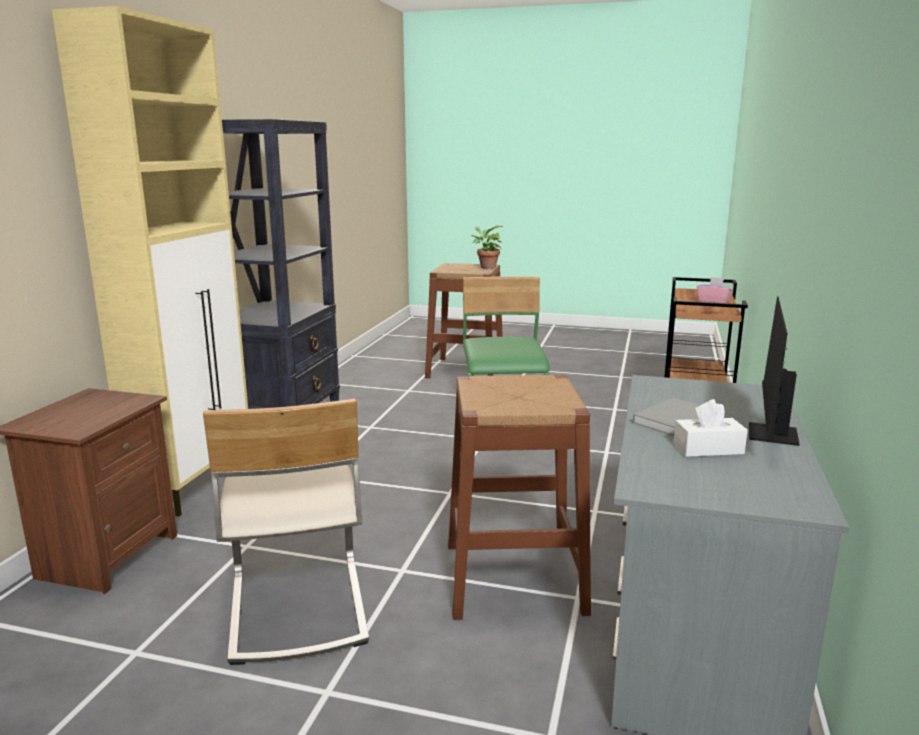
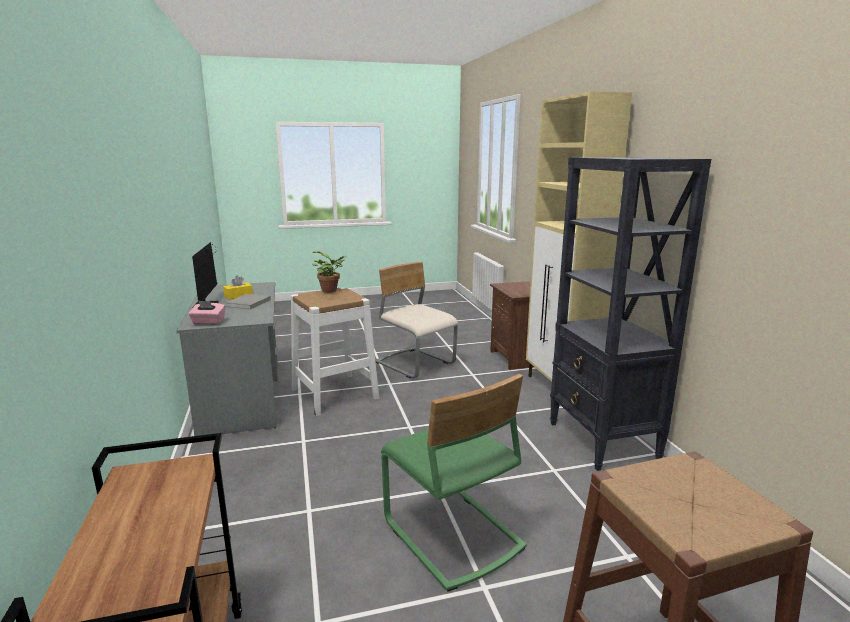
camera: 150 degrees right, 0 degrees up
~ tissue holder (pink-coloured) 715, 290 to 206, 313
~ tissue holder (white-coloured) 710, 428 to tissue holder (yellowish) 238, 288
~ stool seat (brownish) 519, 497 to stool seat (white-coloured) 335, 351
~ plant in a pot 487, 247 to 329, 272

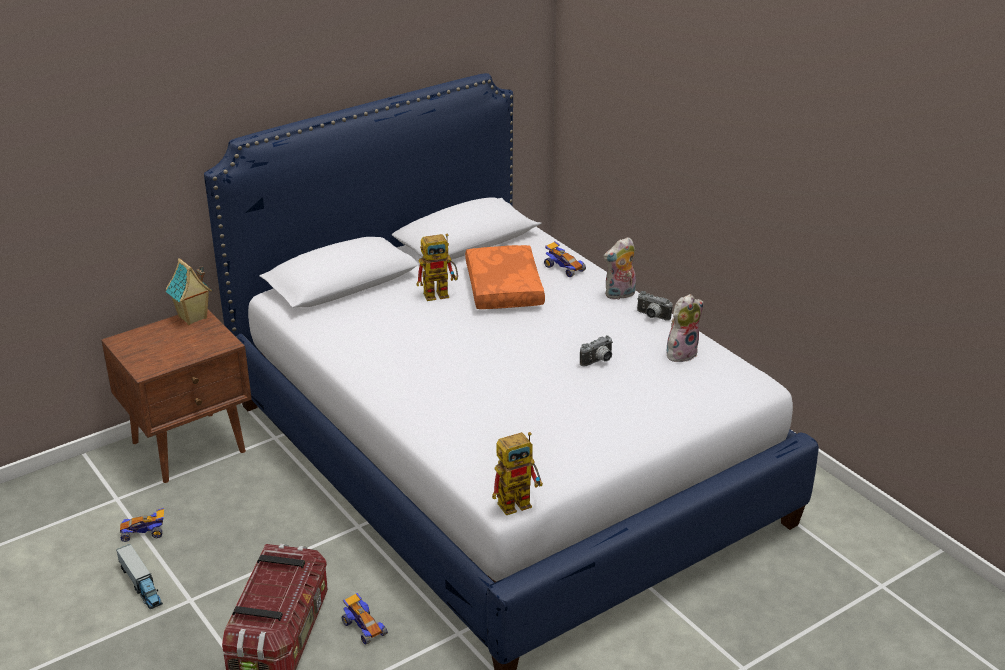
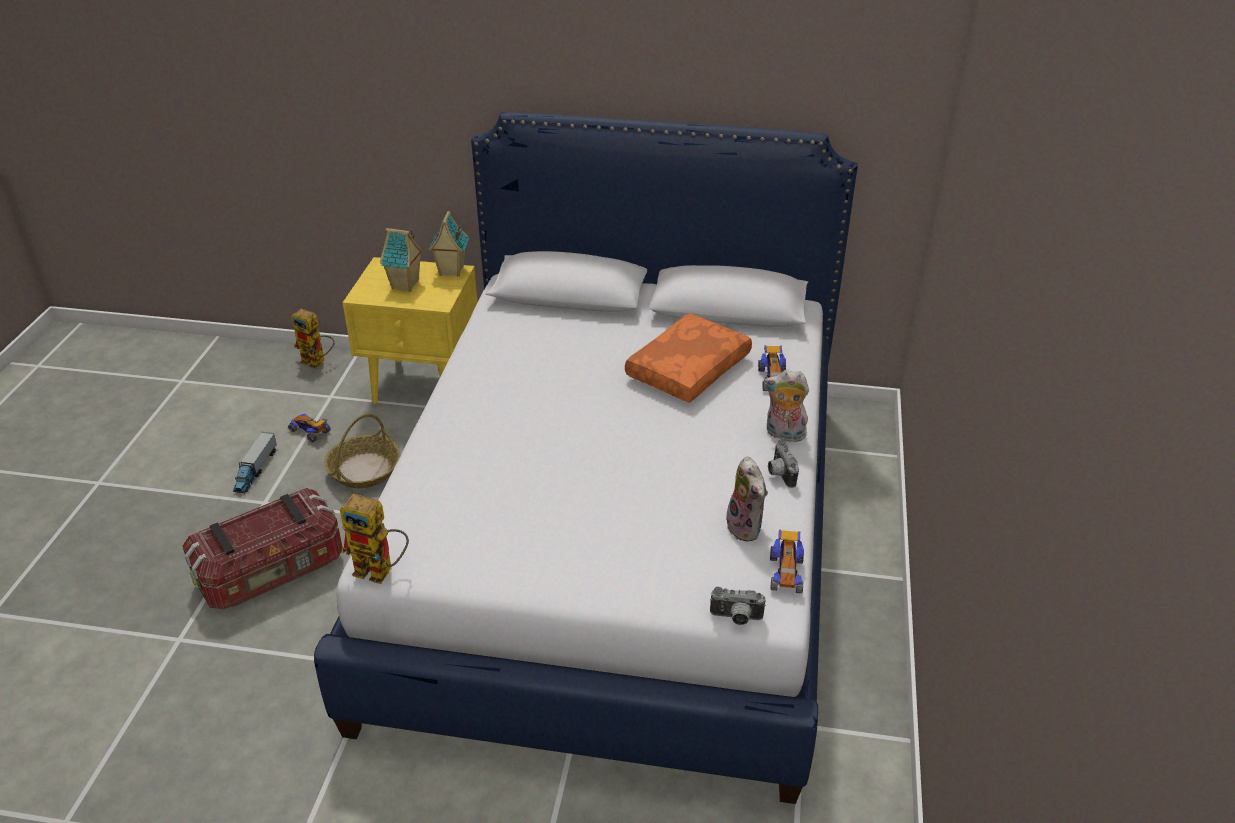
camera: 45 degrees right, 5 degrees up
~ model robot 437, 267 to 313, 339
+ household basket 362, 451
~ night table (brownish) 176, 396 to night table (yellowish) 410, 330
+ miniature house 401, 260
~ still camera 596, 351 to 738, 606
~ cuddly toy 685, 328 = 747, 499 60 degrees clockwise
~ toy car 365, 619 to 787, 561

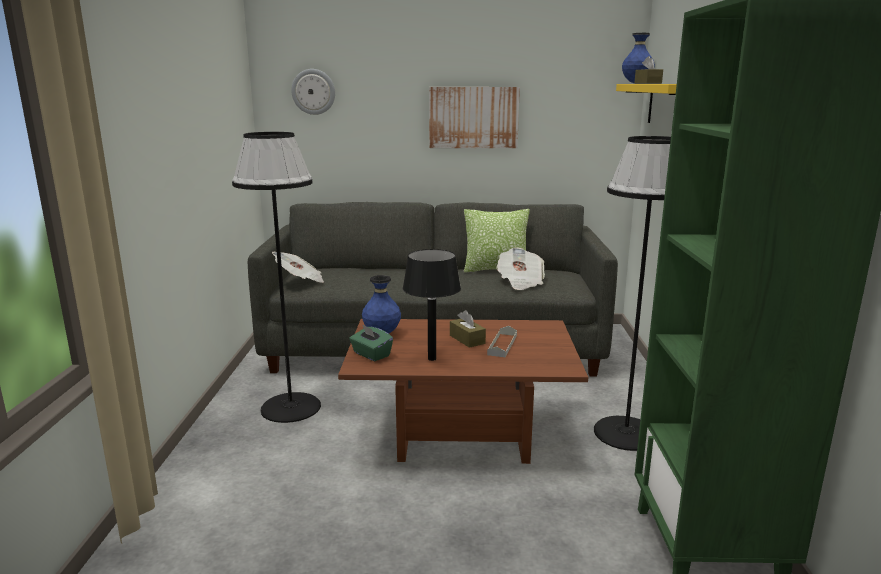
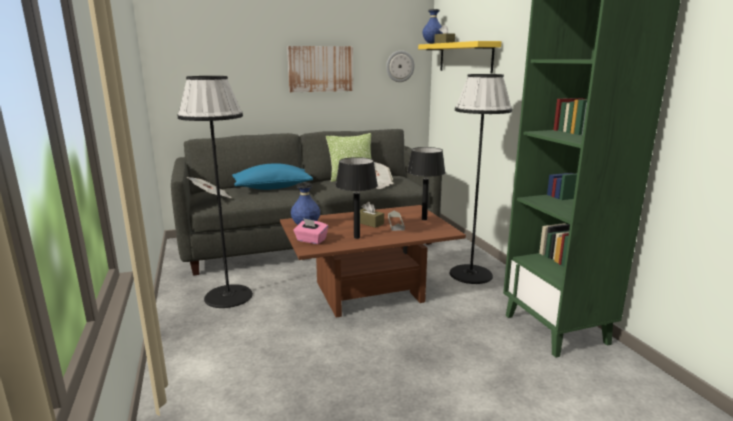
camera: 20 degrees left, 0 degrees up
+ cushion (blue) 272, 176
~ tissue holder (green) 371, 342 to tissue holder (pink-coloured) 311, 231
~ hanging clock 313, 92 to 400, 66
+ tabletop lamp (black-coloured) 426, 183

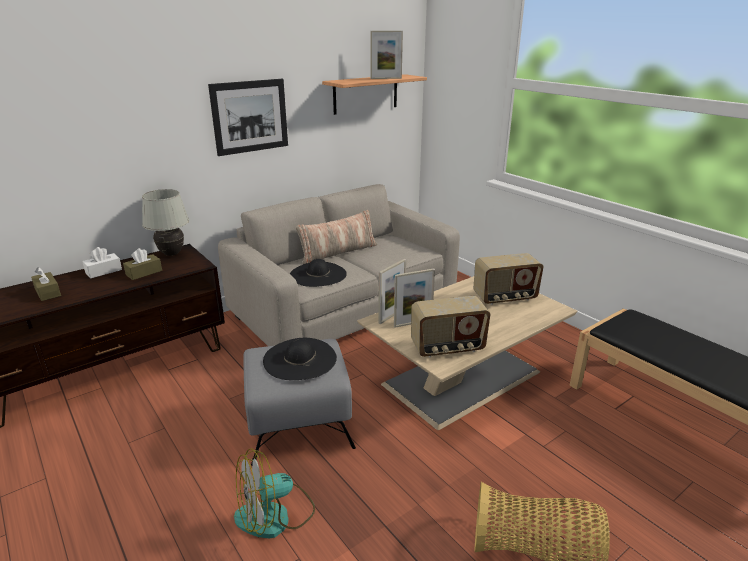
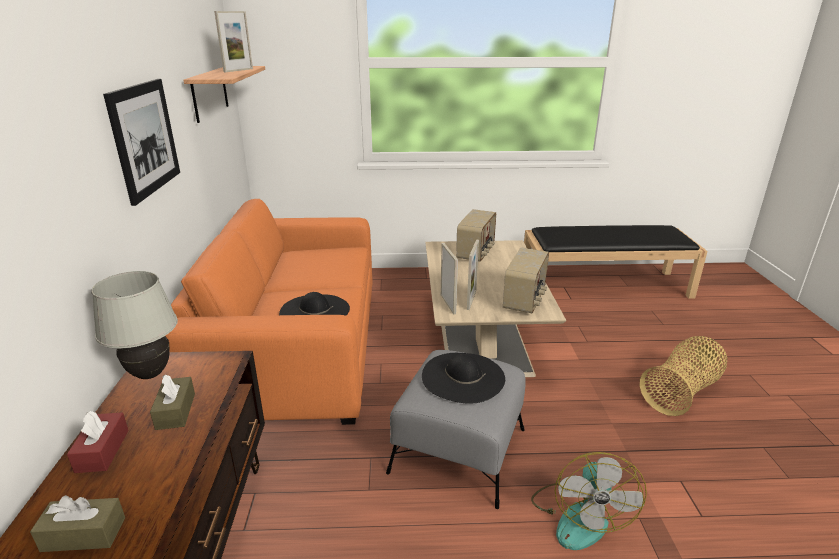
camera: 55 degrees left, 0 degrees up
~ tissue holder (white-coloured) 102, 263 to tissue holder (reddish) 98, 442
~ couch (beige) 339, 265 to couch (orange) 269, 312
- cushion 336, 237

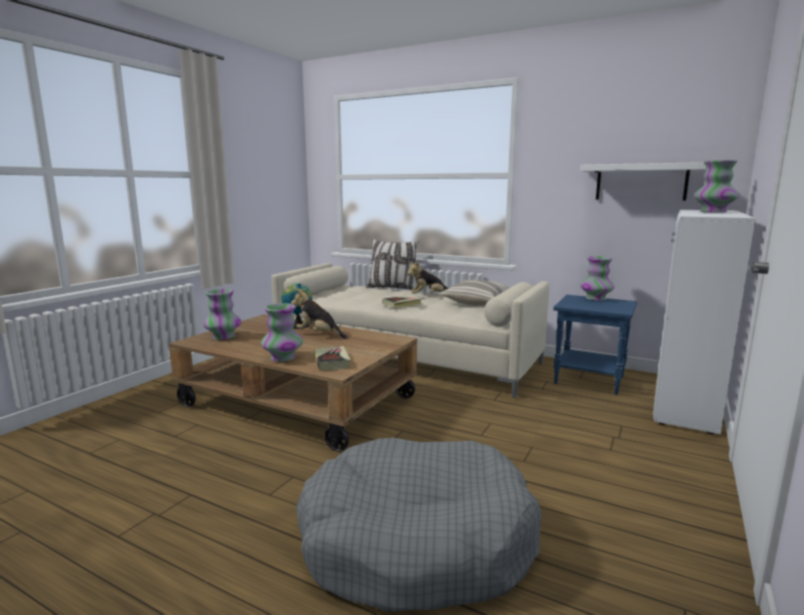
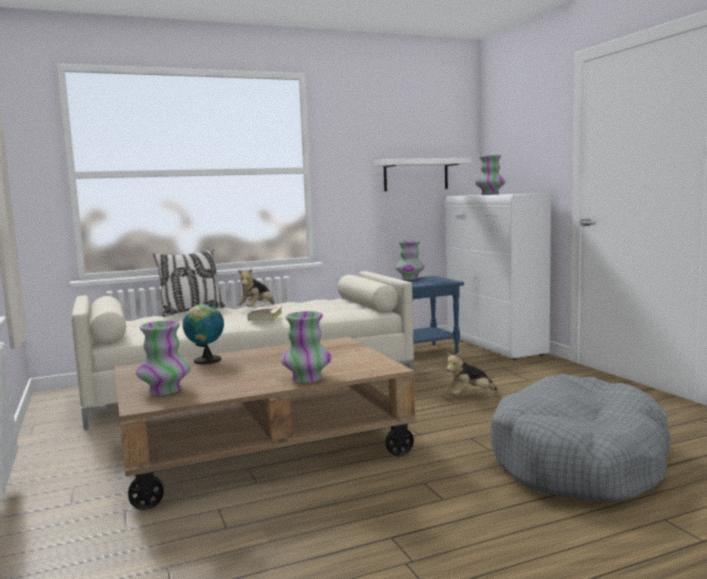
camera: 50 degrees left, 5 degrees down
~ cuddly toy 319, 314 to 471, 374
- volume 332, 358
- cushion 474, 292

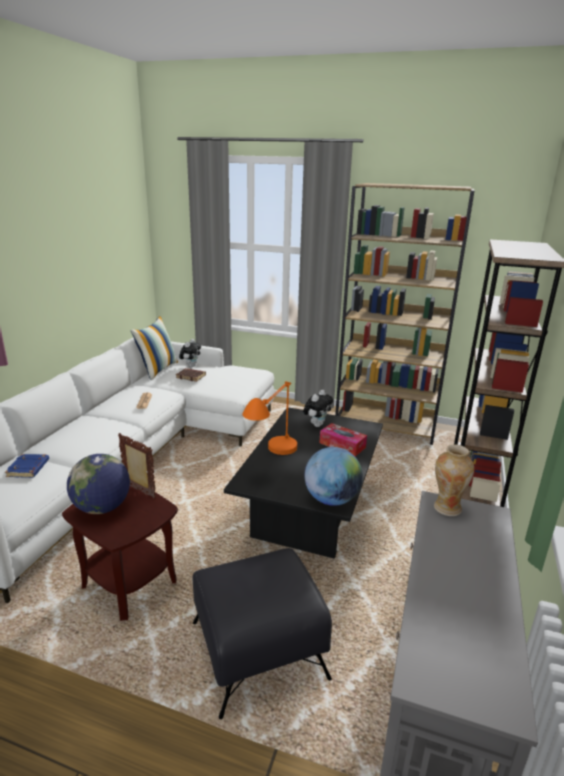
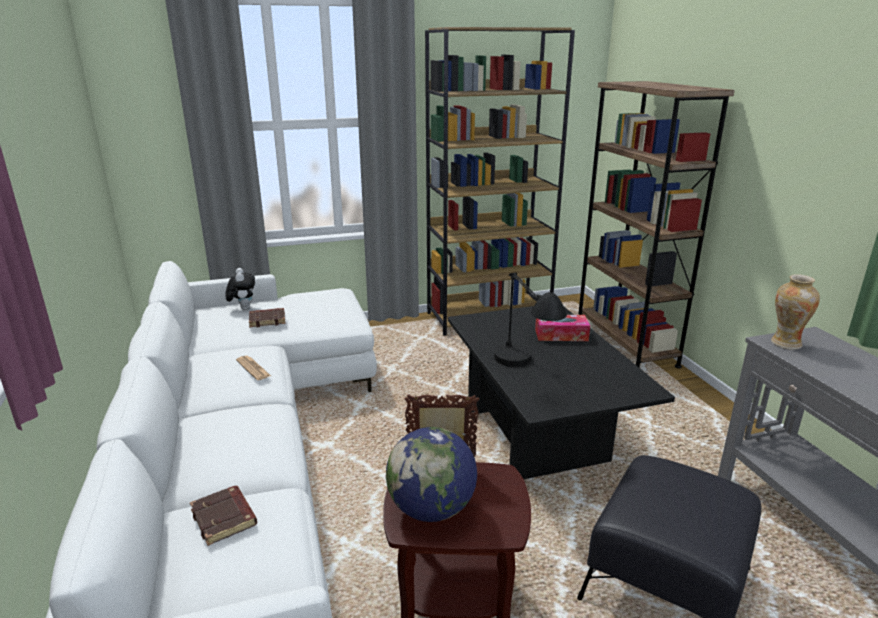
camera: 35 degrees left, 0 degrees up
~ volume (blue) 27, 466 to volume (brownish) 223, 516
~ tabletop lamp (orange) 270, 418 to tabletop lamp (black-coloured) 530, 319
- cushion 154, 348
- cuddly toy 318, 408
- desk globe 334, 476

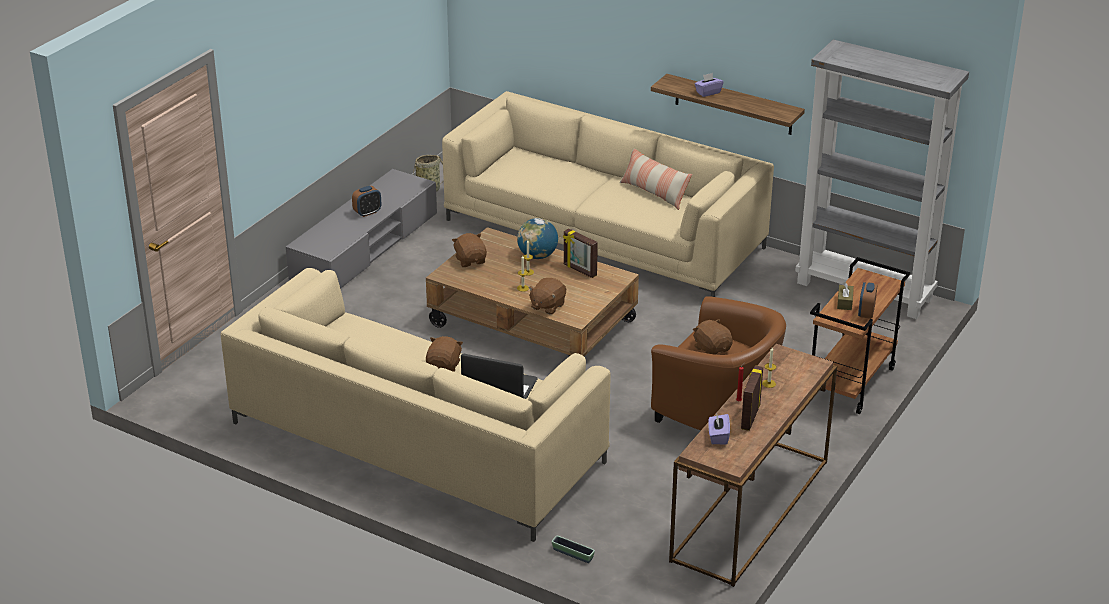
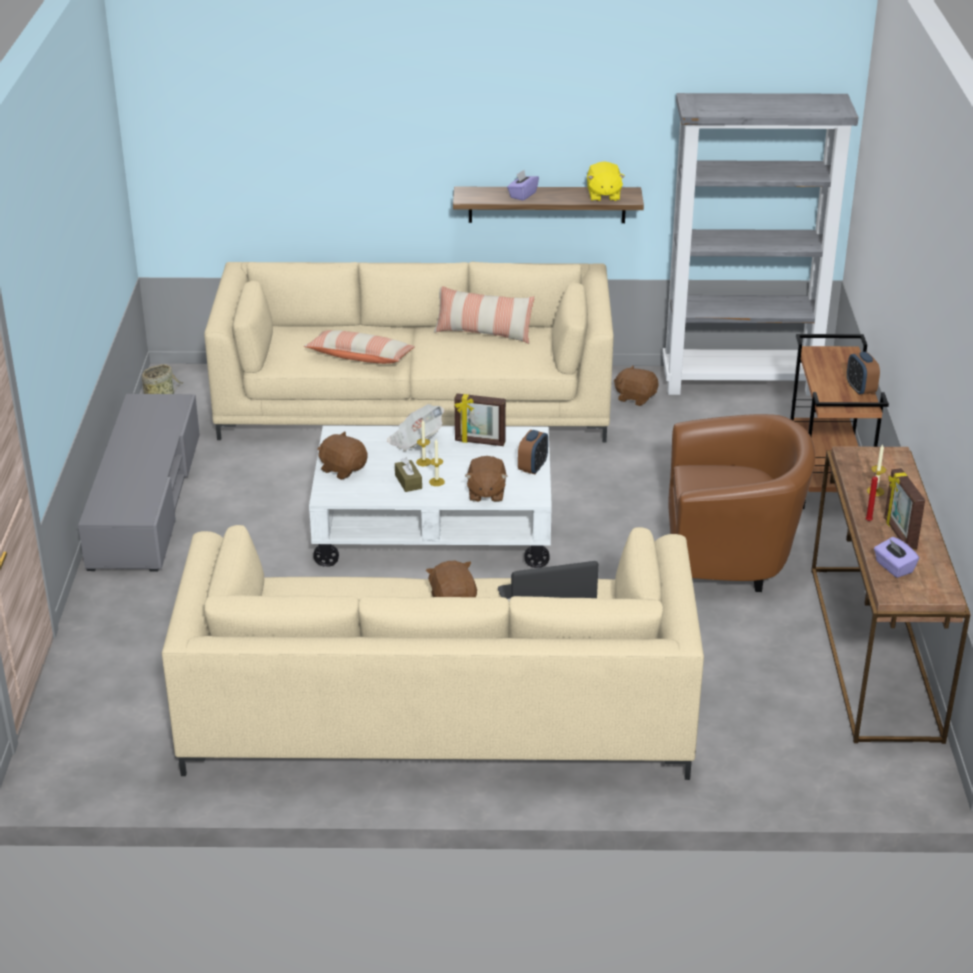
camera: 30 degrees left, 0 degrees up
+ cushion 359, 347
~ low table (brownish) 532, 291 to low table (white-coloured) 430, 497
~ desk globe 537, 238 to printed paper 416, 427
~ tissue holder (brownish) 845, 296 to 408, 475
~ bedside clock 366, 201 to 533, 452
+ cuddly toy (yellowish) 606, 181
~ cuddly toy (brownish) 713, 337 to 636, 385
- flower pot 573, 549

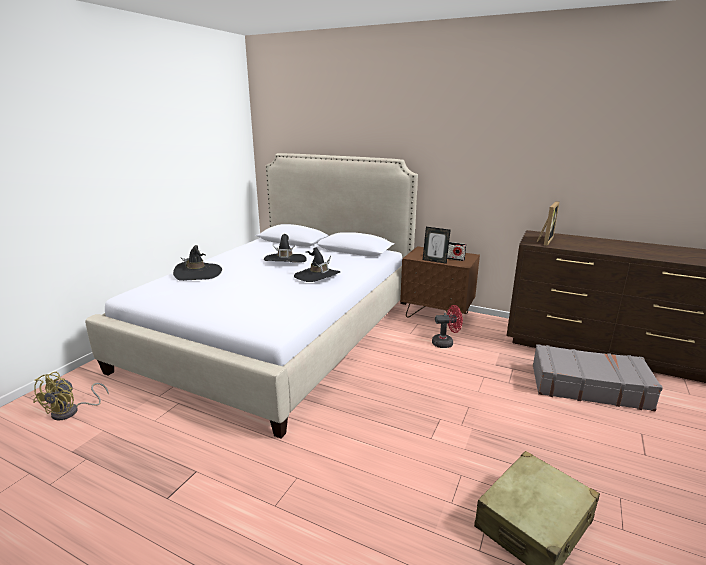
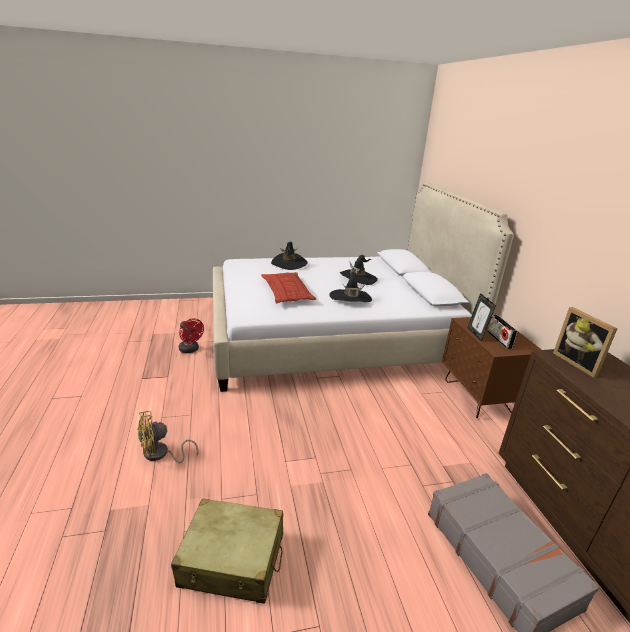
camera: 50 degrees right, 5 degrees up
~ cooling fan (yellowish) 71, 396 to 168, 437
~ cooling fan (reddish) 447, 326 to 191, 335
+ cushion 288, 287
~ standing frame 548, 223 = 585, 342 75 degrees clockwise

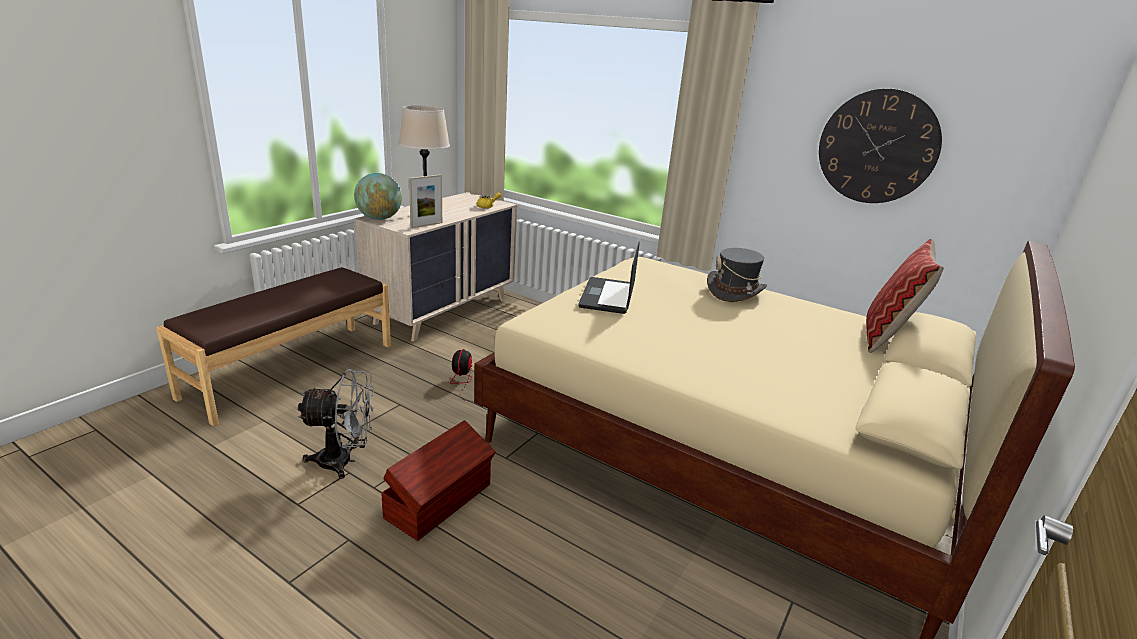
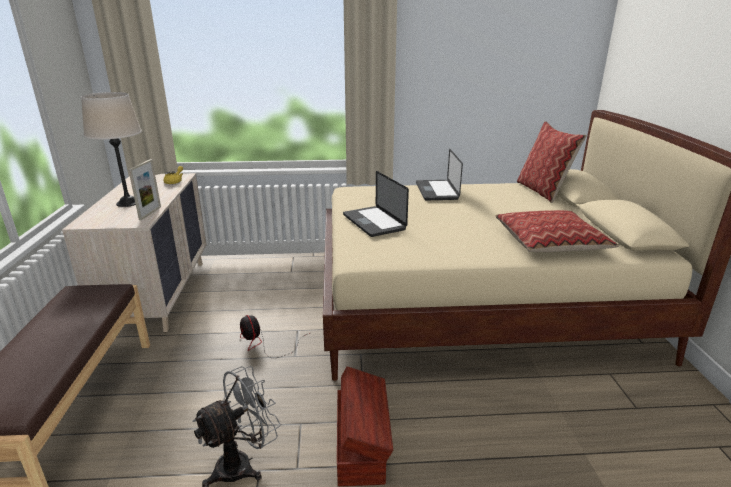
camera: 35 degrees left, 0 degrees up
~ hat (grey) 737, 275 to laptop 439, 174
+ cushion 557, 231
- desk globe 378, 196
- hanging clock 880, 146

